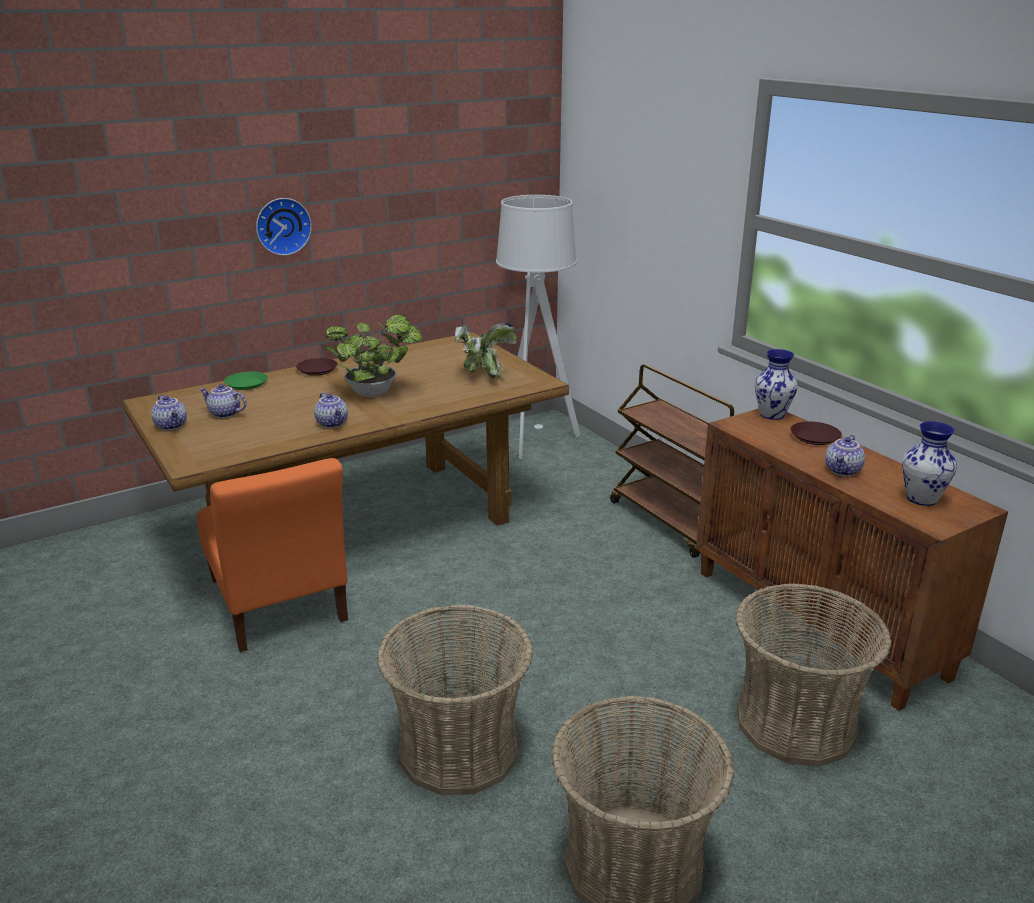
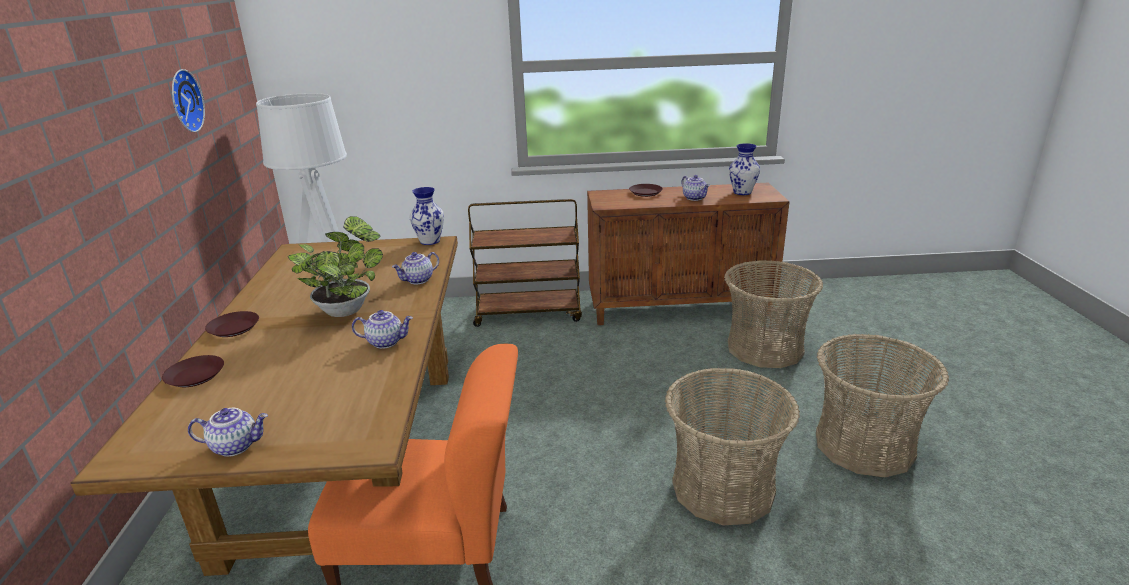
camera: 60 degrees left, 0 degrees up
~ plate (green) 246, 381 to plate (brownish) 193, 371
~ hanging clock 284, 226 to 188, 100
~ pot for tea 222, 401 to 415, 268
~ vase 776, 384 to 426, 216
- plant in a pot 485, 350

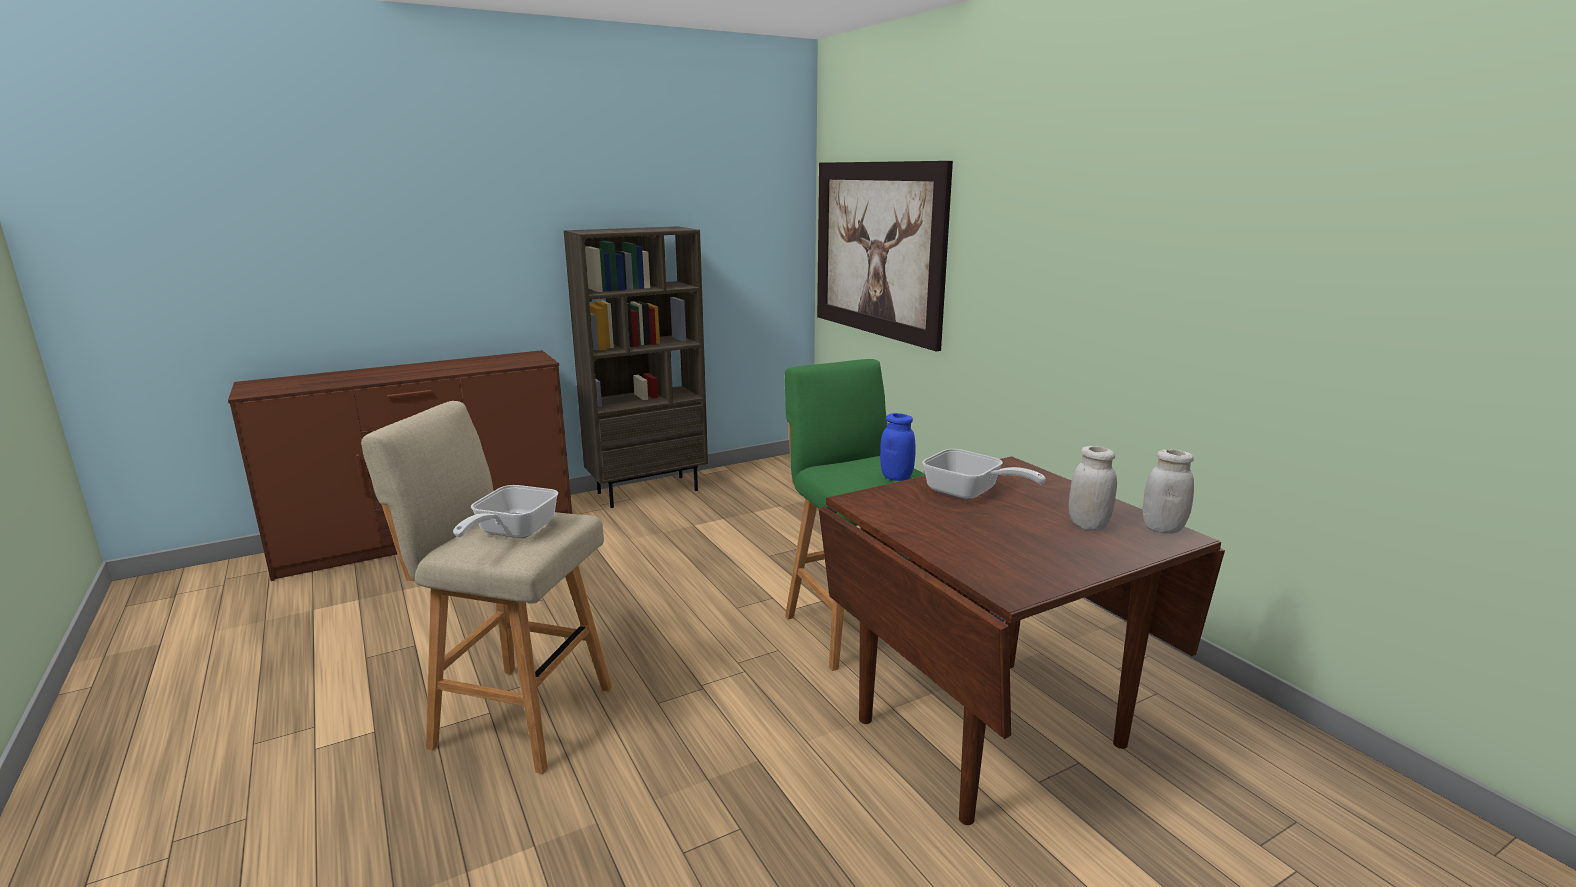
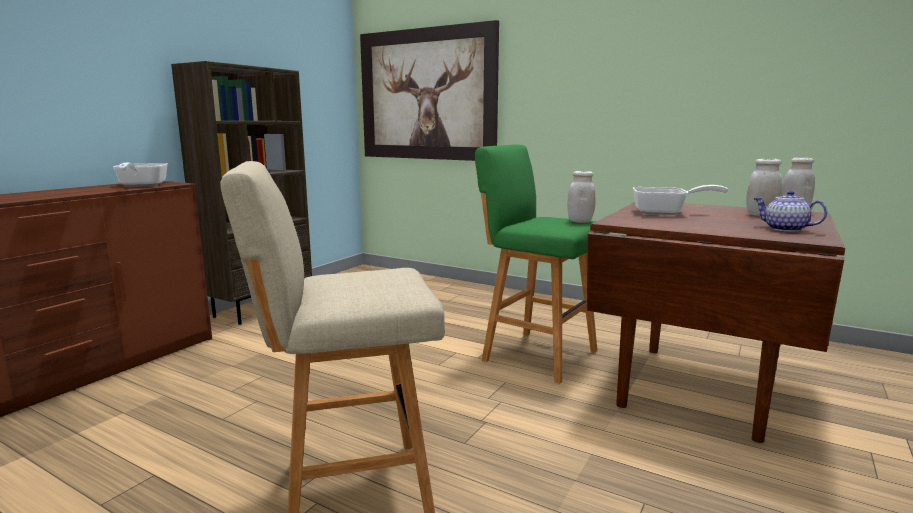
camera: 30 degrees left, 5 degrees down
~ pan 505, 511 to 140, 175
~ jar (blue) 898, 447 to jar (white-coloured) 582, 197
+ pot for tea 790, 211

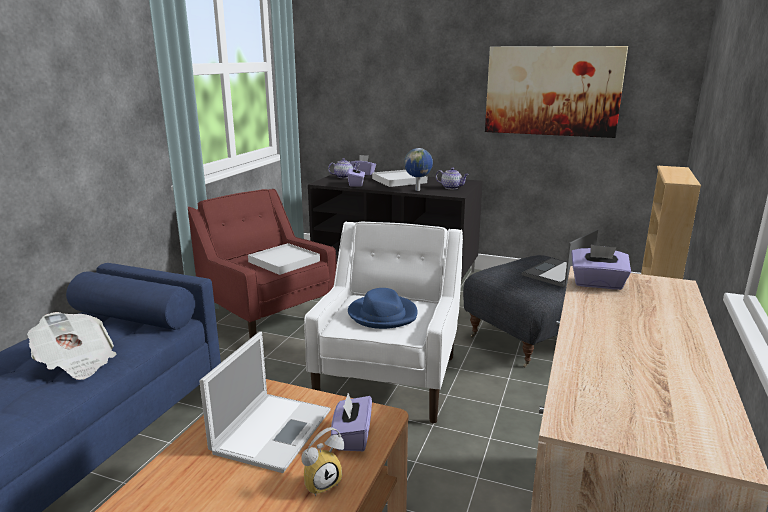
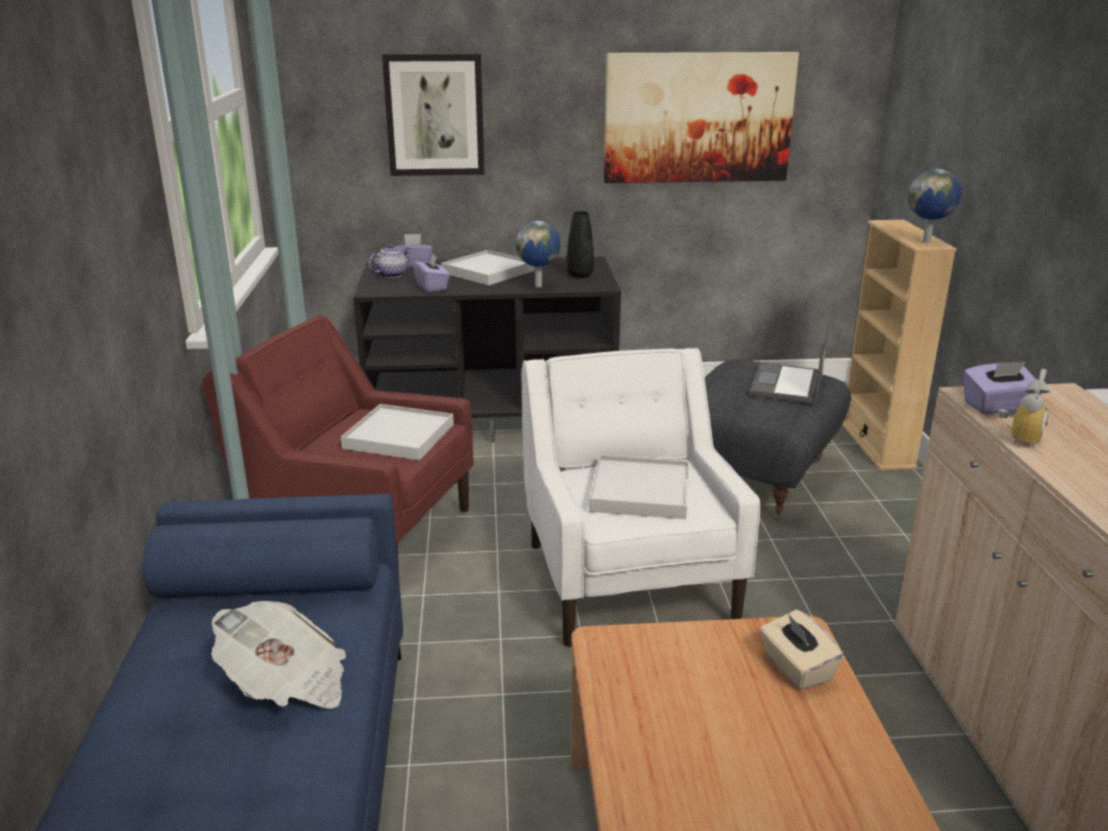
camera: 25 degrees left, 5 degrees up
+ picture 433, 114
~ pot for tea 452, 178 to vase (black-coloured) 580, 244
~ hat (blue) 383, 308 to serving tray (white-coloured) 639, 487
~ tissue holder (purple-coloured) 351, 422 to tissue holder (beige) 801, 650
+ desk globe 934, 206
~ bedside clock 322, 461 to 1024, 408
- laptop 265, 402

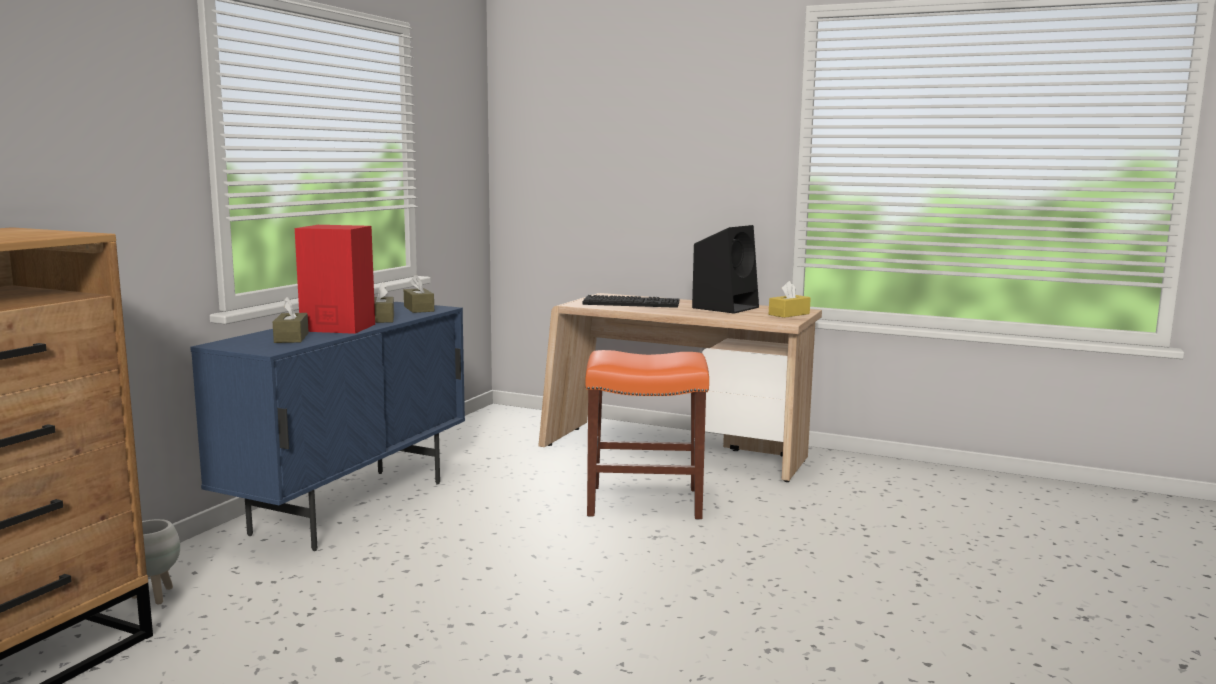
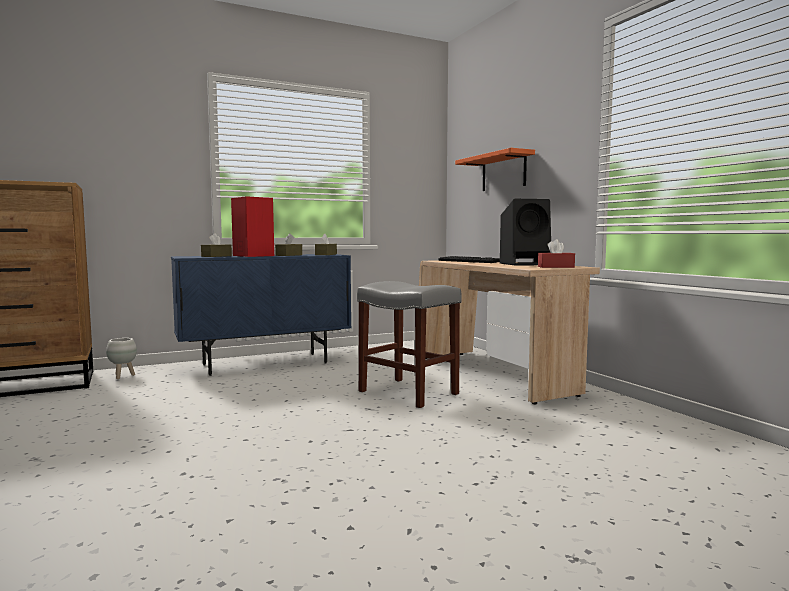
camera: 40 degrees right, 5 degrees down
~ stool seat (orange) 647, 434 to stool seat (grey) 409, 344
+ shelf (orange) 495, 169
~ tissue holder (yellowish) 790, 299 to tissue holder (reddish) 556, 253

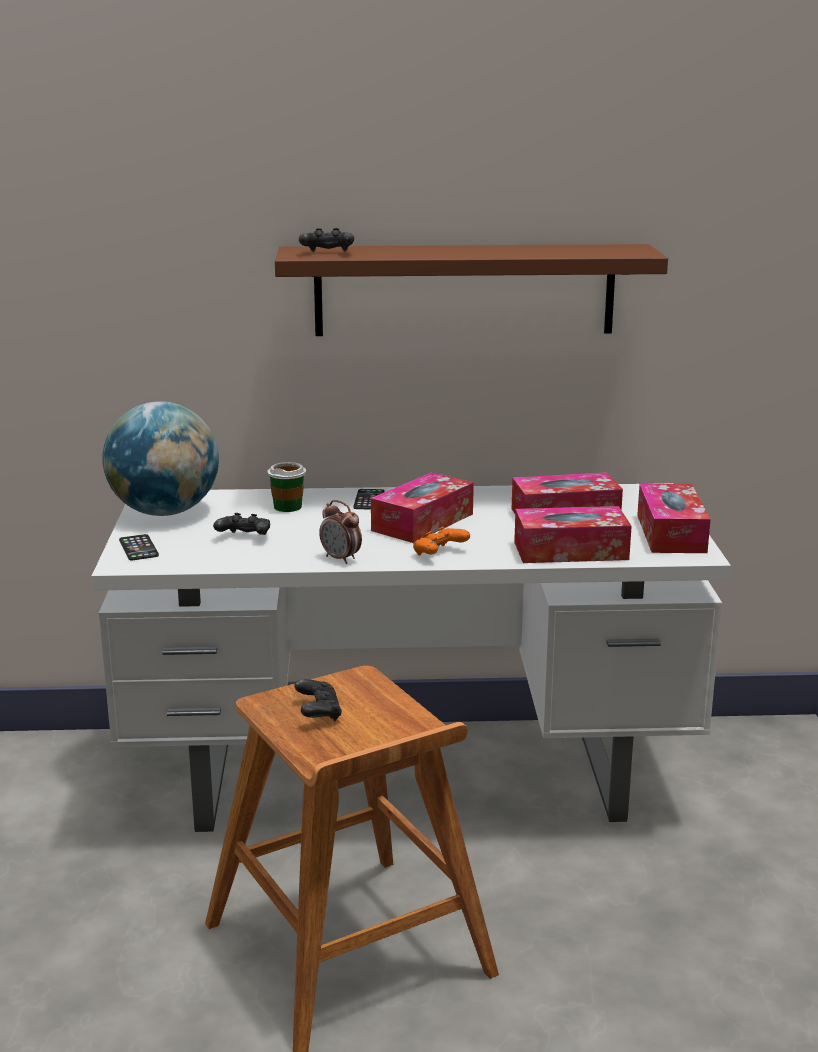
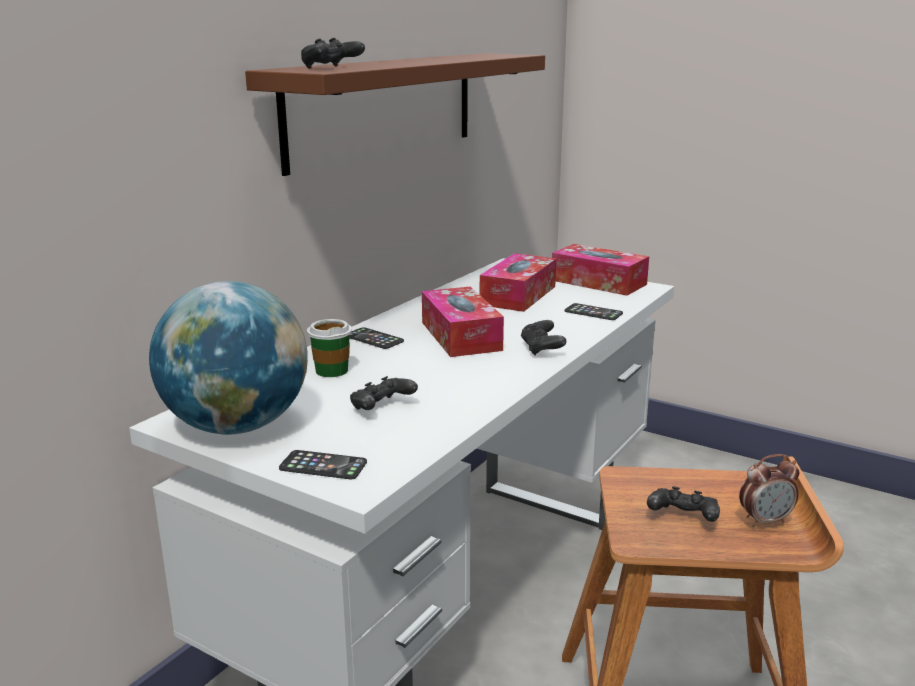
camera: 55 degrees left, 0 degrees up
~ joypad (orange) 441, 541 to joypad (black-coloured) 543, 338
~ tissue holder 573, 534 to handset 594, 311
~ bedside clock 340, 532 to 769, 490

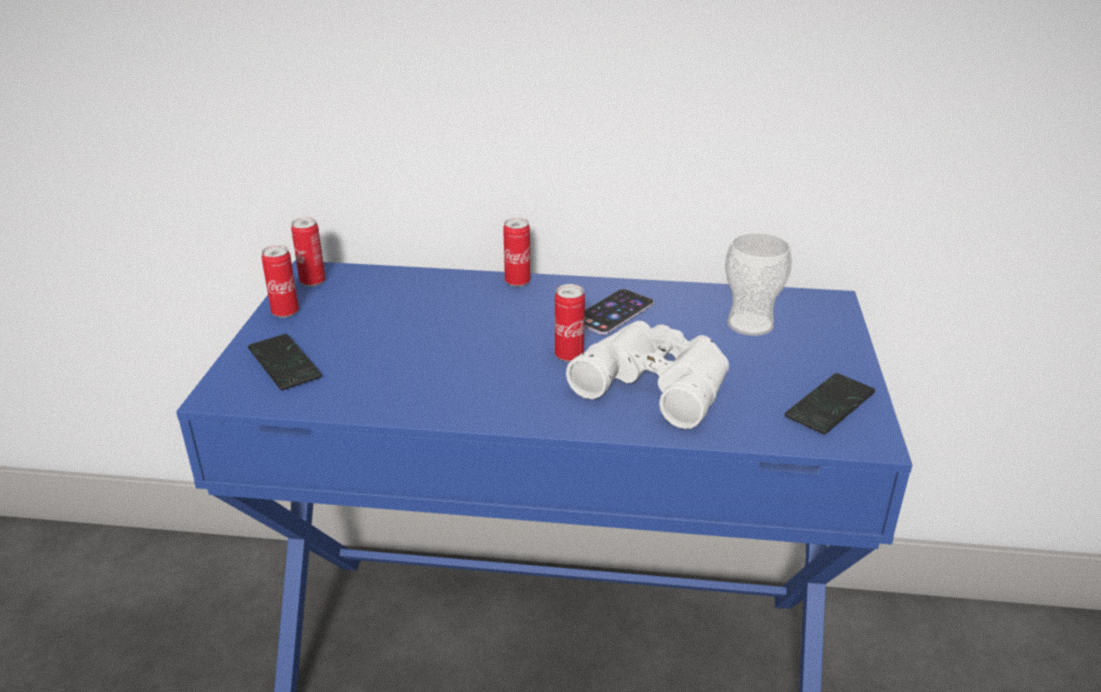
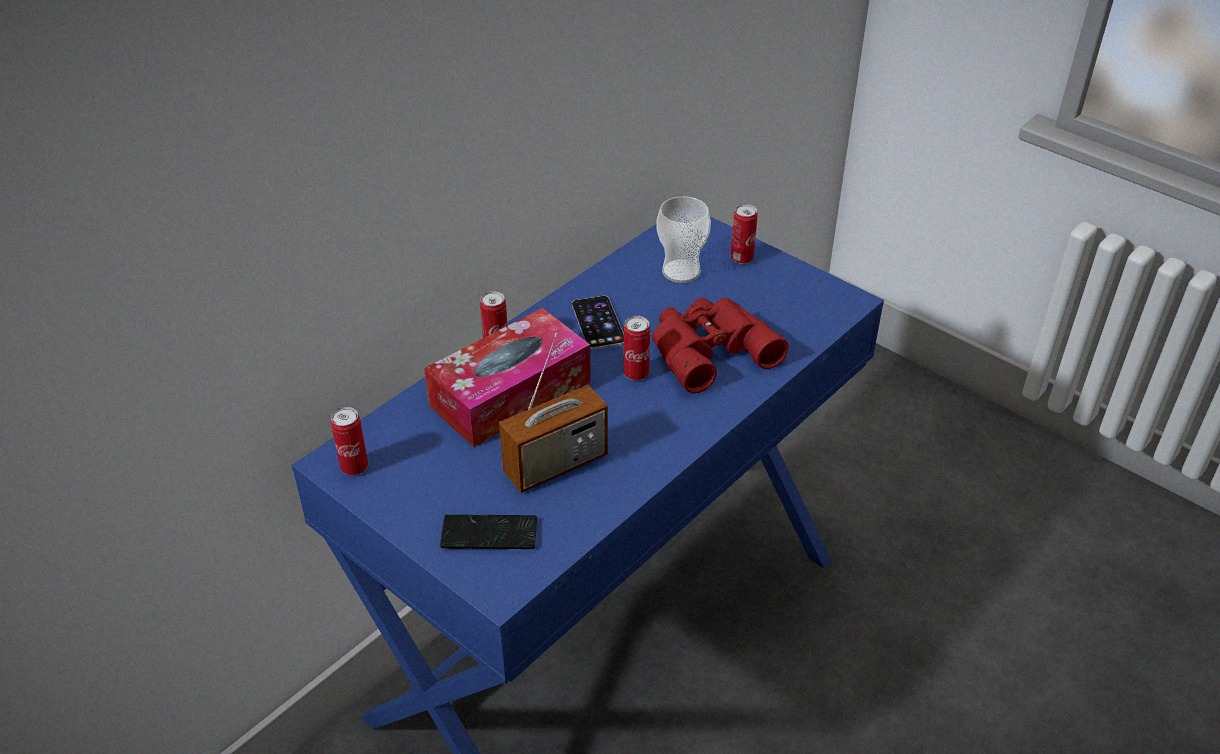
camera: 55 degrees left, 10 degrees up
+ tissue holder 507, 377
+ radio set 553, 413
~ pair of binoculars (white-coloured) 647, 375 to pair of binoculars (reddish) 720, 346
~ can 280, 281 to 744, 234
- handset 830, 403

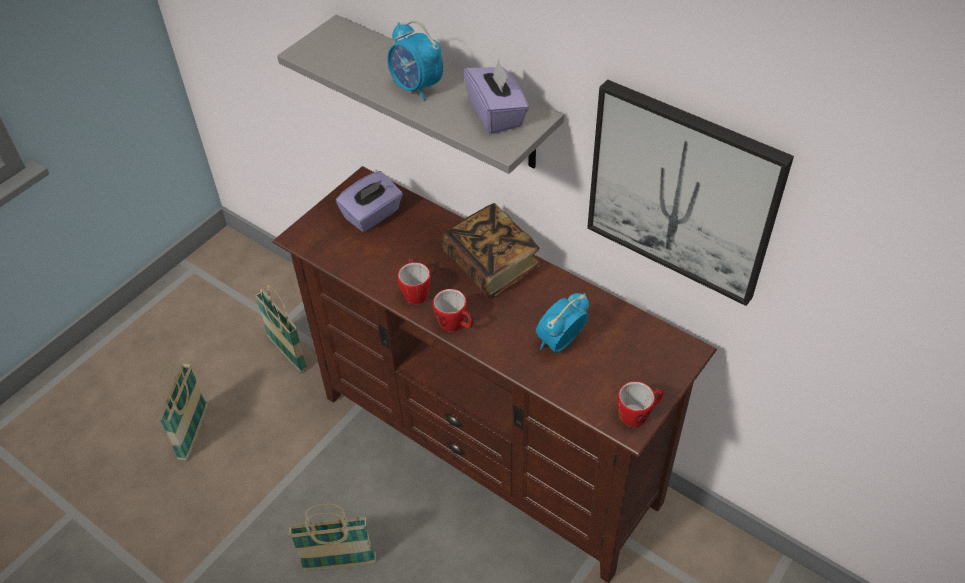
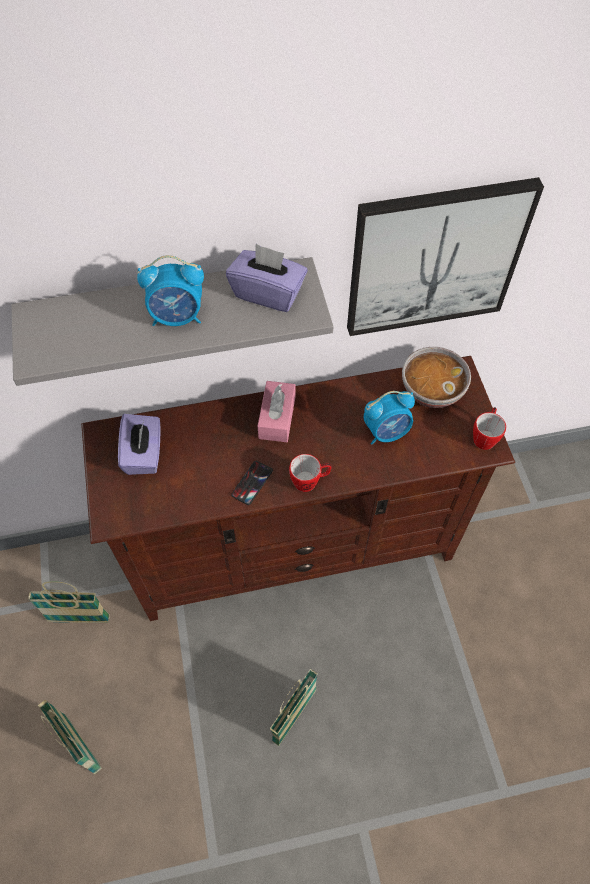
camera: 50 degrees left, 10 degrees up
~ coffee mug 414, 281 to handset 252, 483
~ volume 491, 250 to tissue holder (pink-coloured) 276, 411
~ bedside clock 562, 323 = 389, 417 105 degrees counterclockwise
+ serving bowl 436, 377

